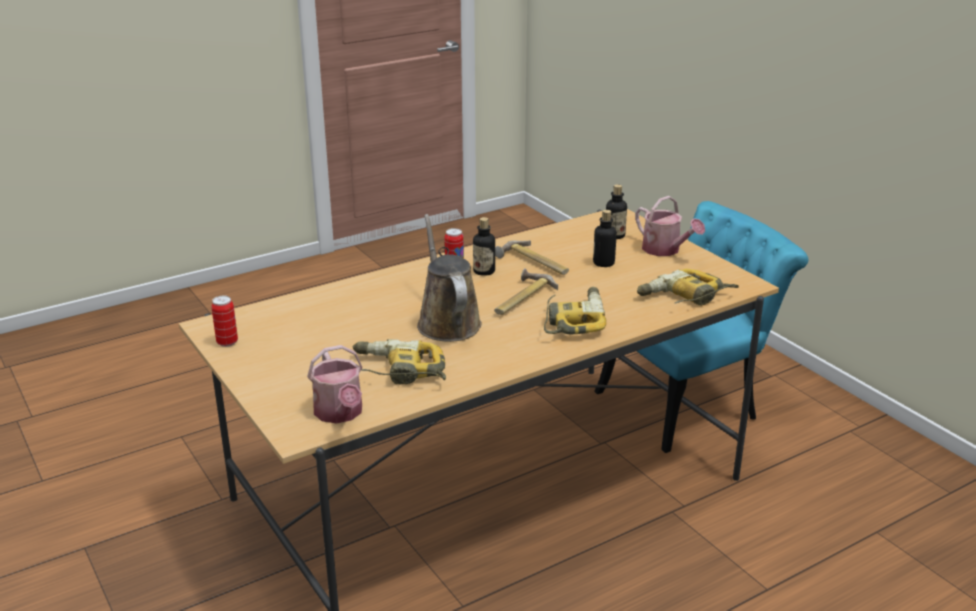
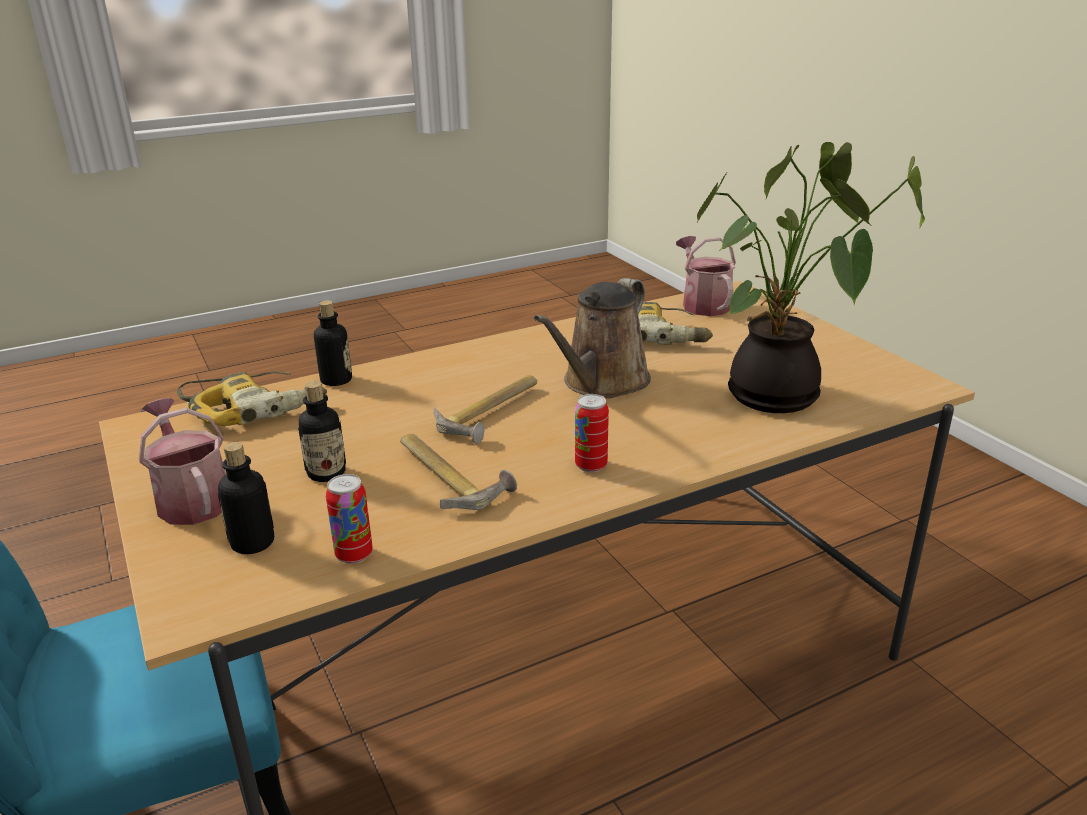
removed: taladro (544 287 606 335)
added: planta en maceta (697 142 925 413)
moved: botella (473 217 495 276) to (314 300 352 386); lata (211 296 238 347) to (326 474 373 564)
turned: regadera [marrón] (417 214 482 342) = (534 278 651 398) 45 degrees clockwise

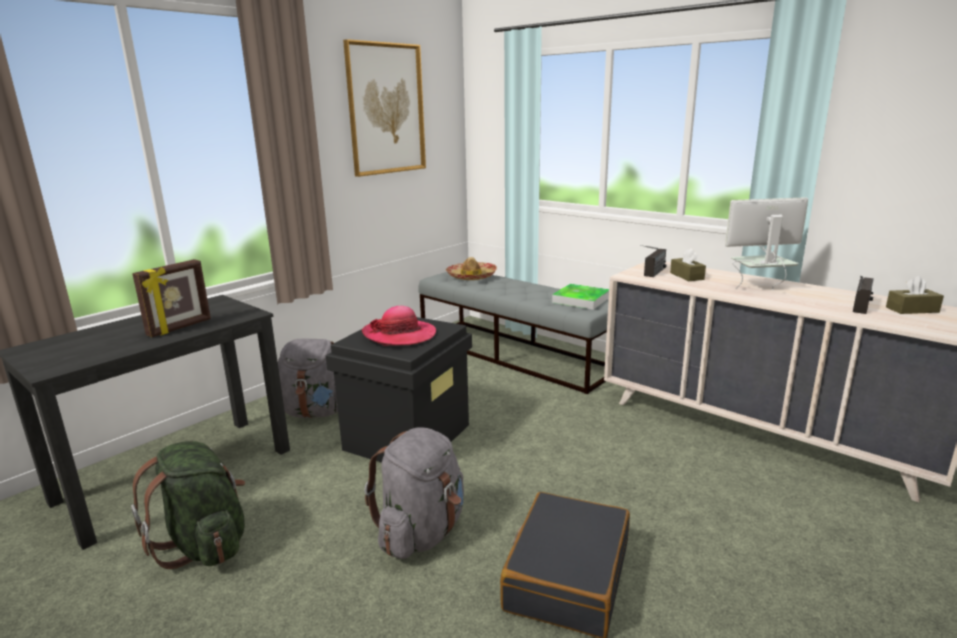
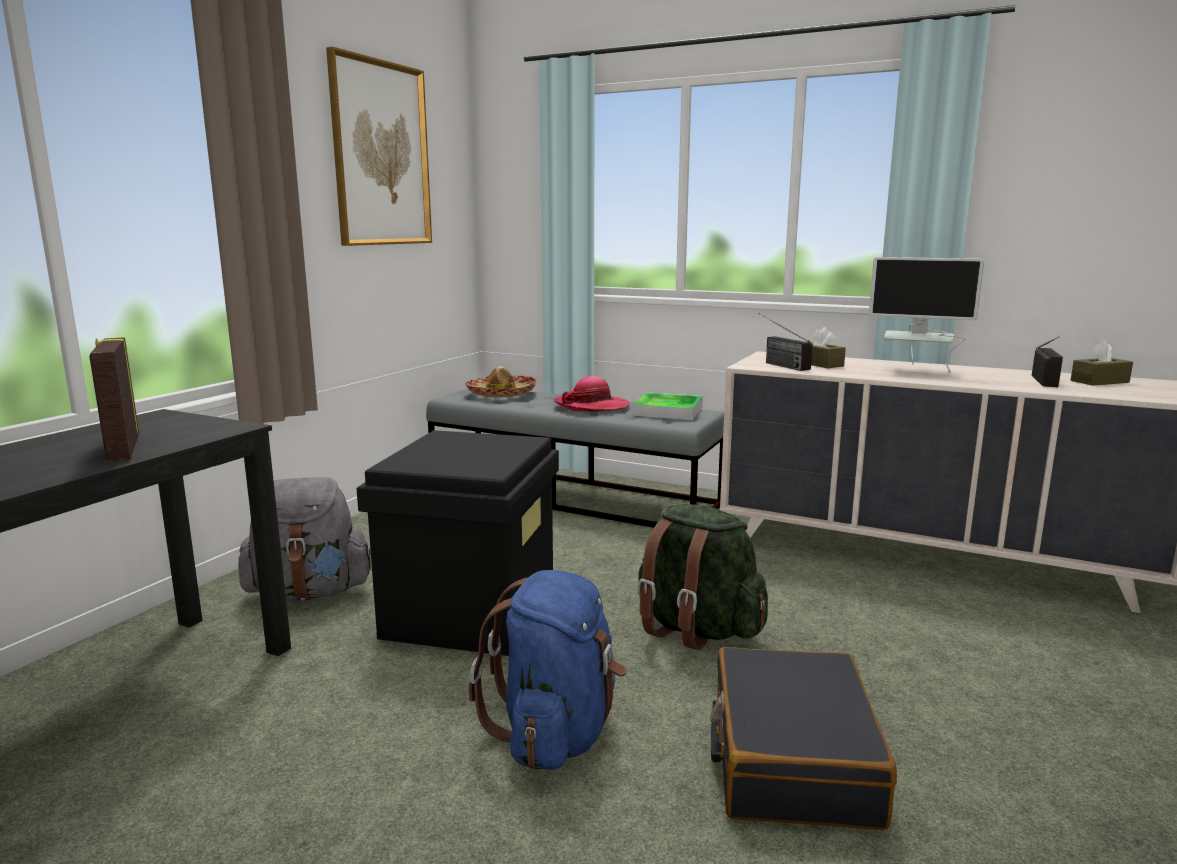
moved: sombrero (362 306 436 346) to (554 376 630 412); mochila [verde] (131 441 245 569) to (637 504 768 650)
recoloured: mochila [gris] (364 428 464 559) to mochila [azul] (468 570 627 770)
turned: portarretratos (132 259 211 337) = (89 337 139 461) 135 degrees clockwise; radio (640 245 667 277) = (759 313 813 371) 135 degrees clockwise; monitor (725 197 808 291) = (869 257 984 373) 135 degrees counterclockwise

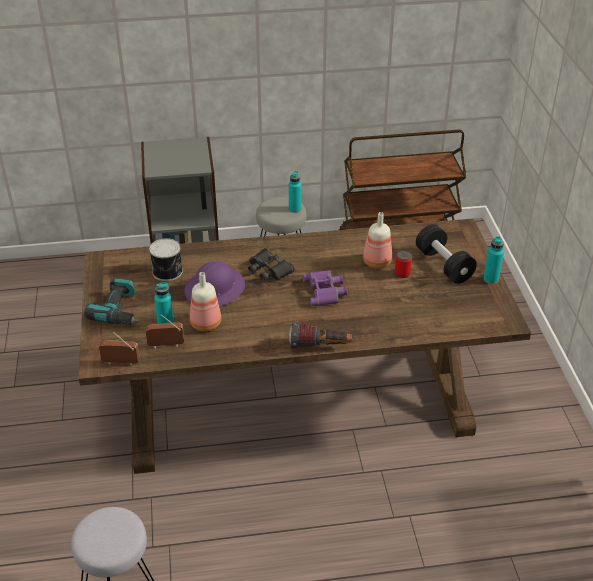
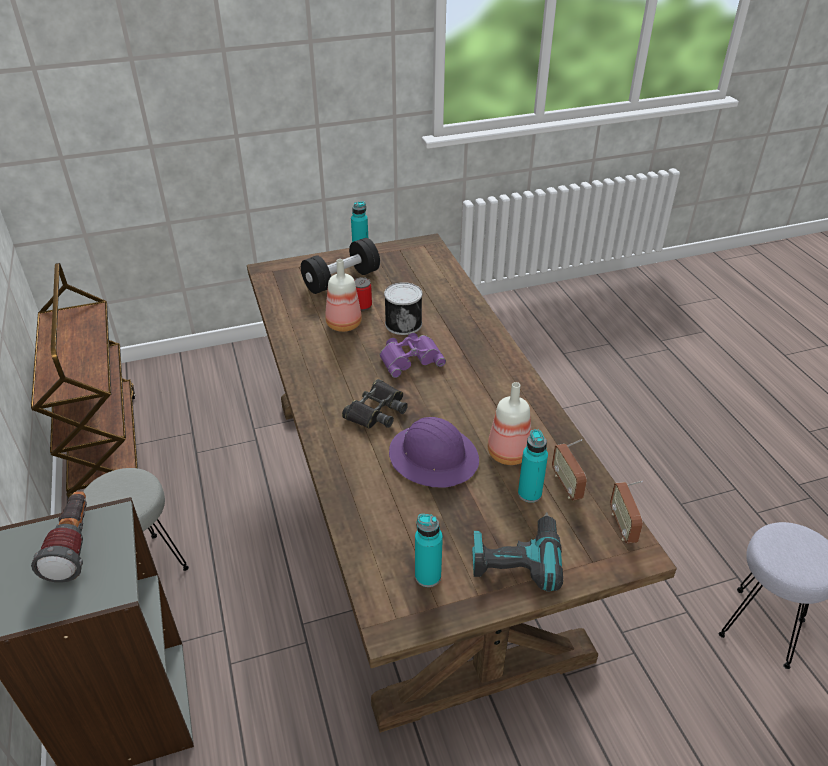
moved: linterna (289 321 352 350) to (31 491 87 583); lata (149 238 183 281) to (384 282 422 335); botella [turquesa] (289 171 301 213) to (415 514 443 587)

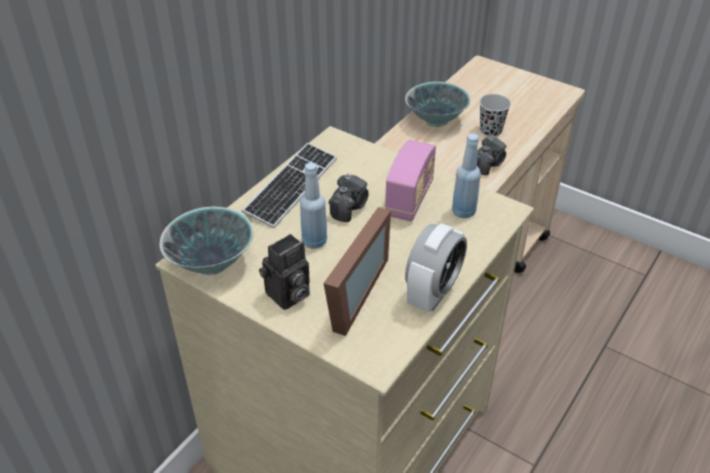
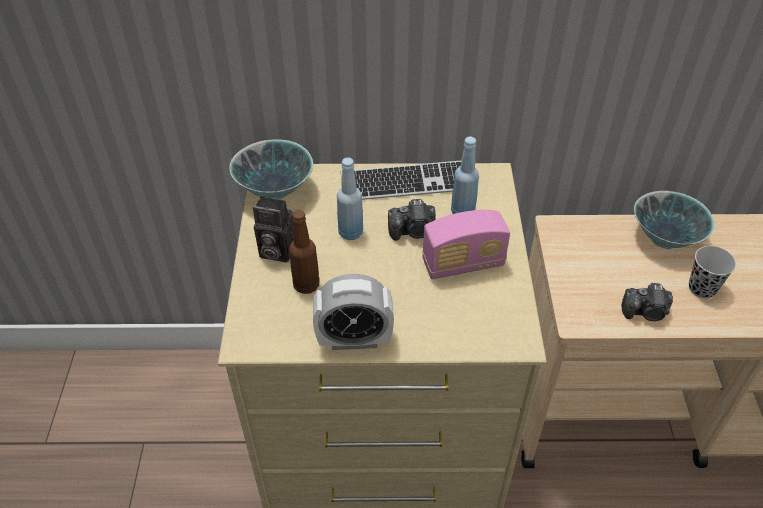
moved: botella [azul] (452 134 481 218) to (451 137 479 214)
replaced: portarretratos (323 207 391 336) to botella [marrón] (289 210 320 294)

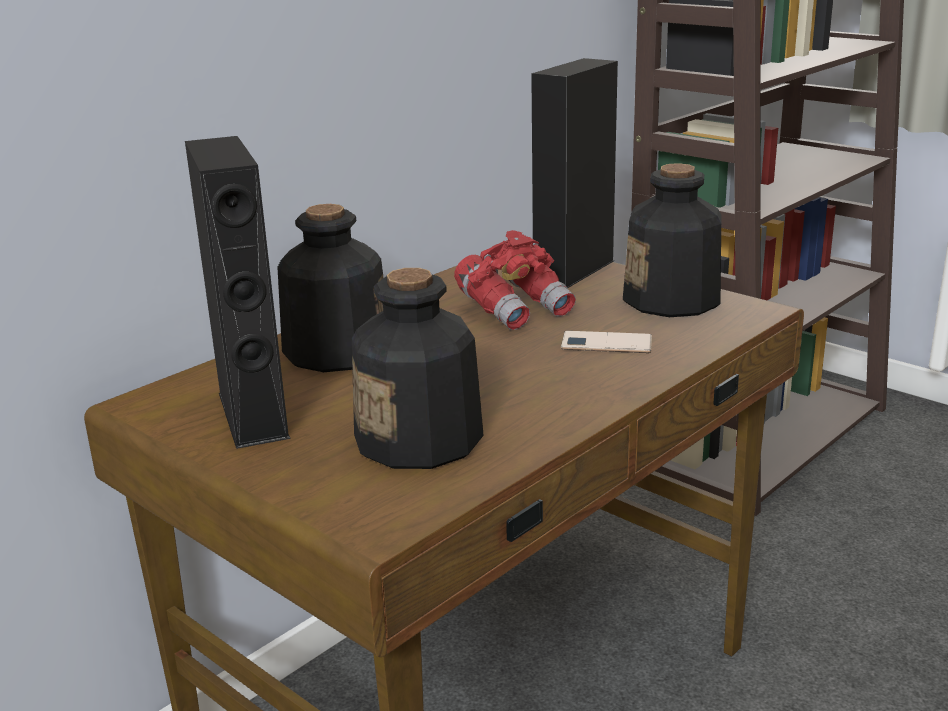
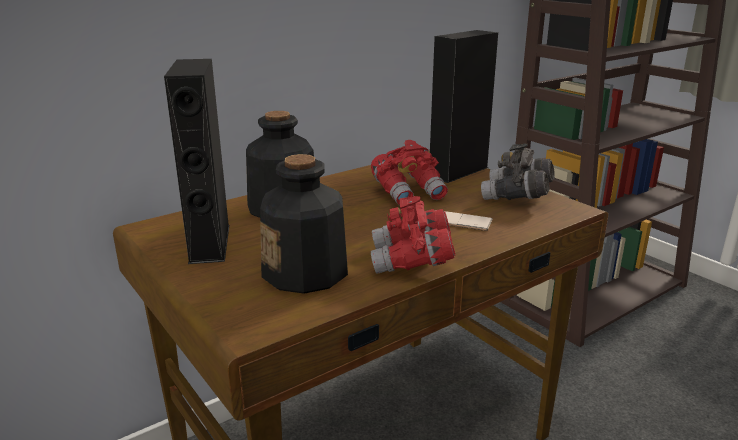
added: prismáticos [rojo] (371 196 456 274)
replaced: botella (623 163 721 317) to prismáticos [gris] (481 144 555 200)

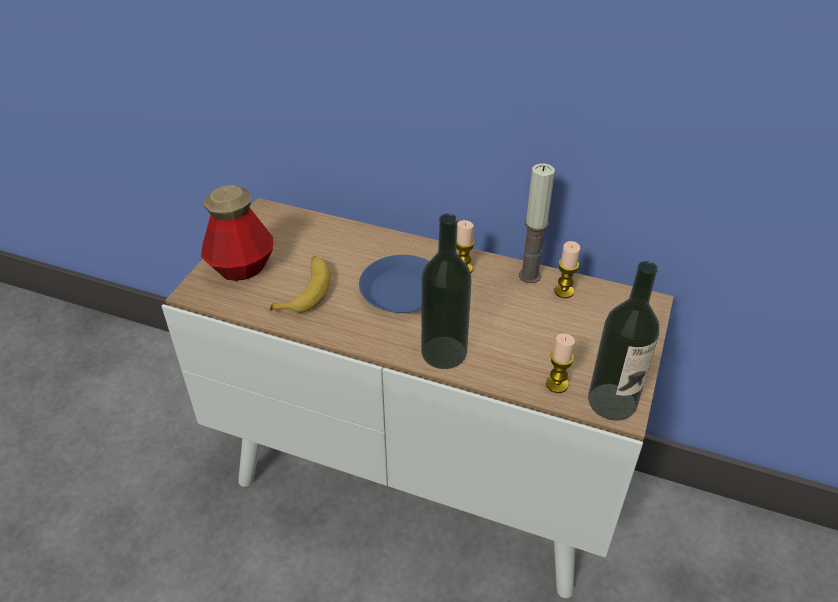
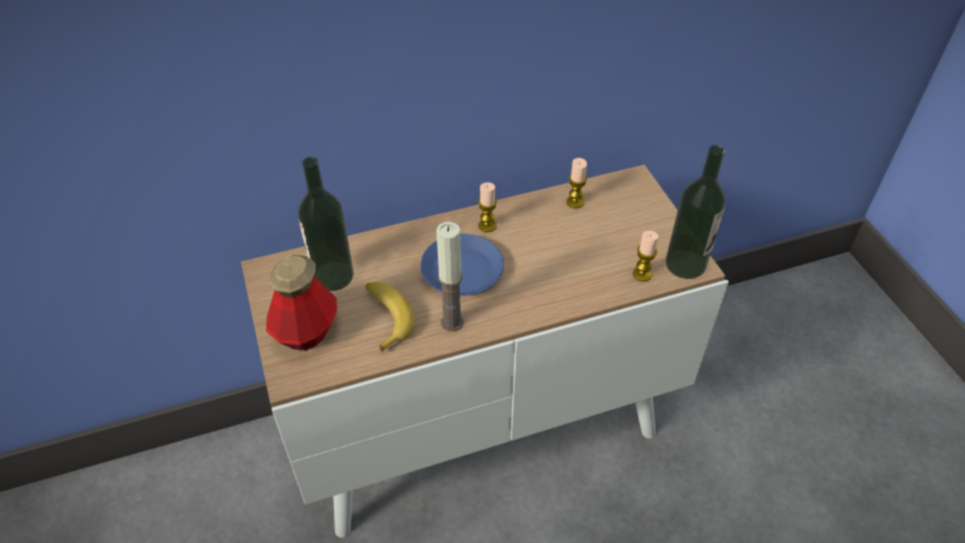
moved: botella (421 214 472 369) to (298 157 354 291); vela (519 163 555 283) to (436 222 464 331)

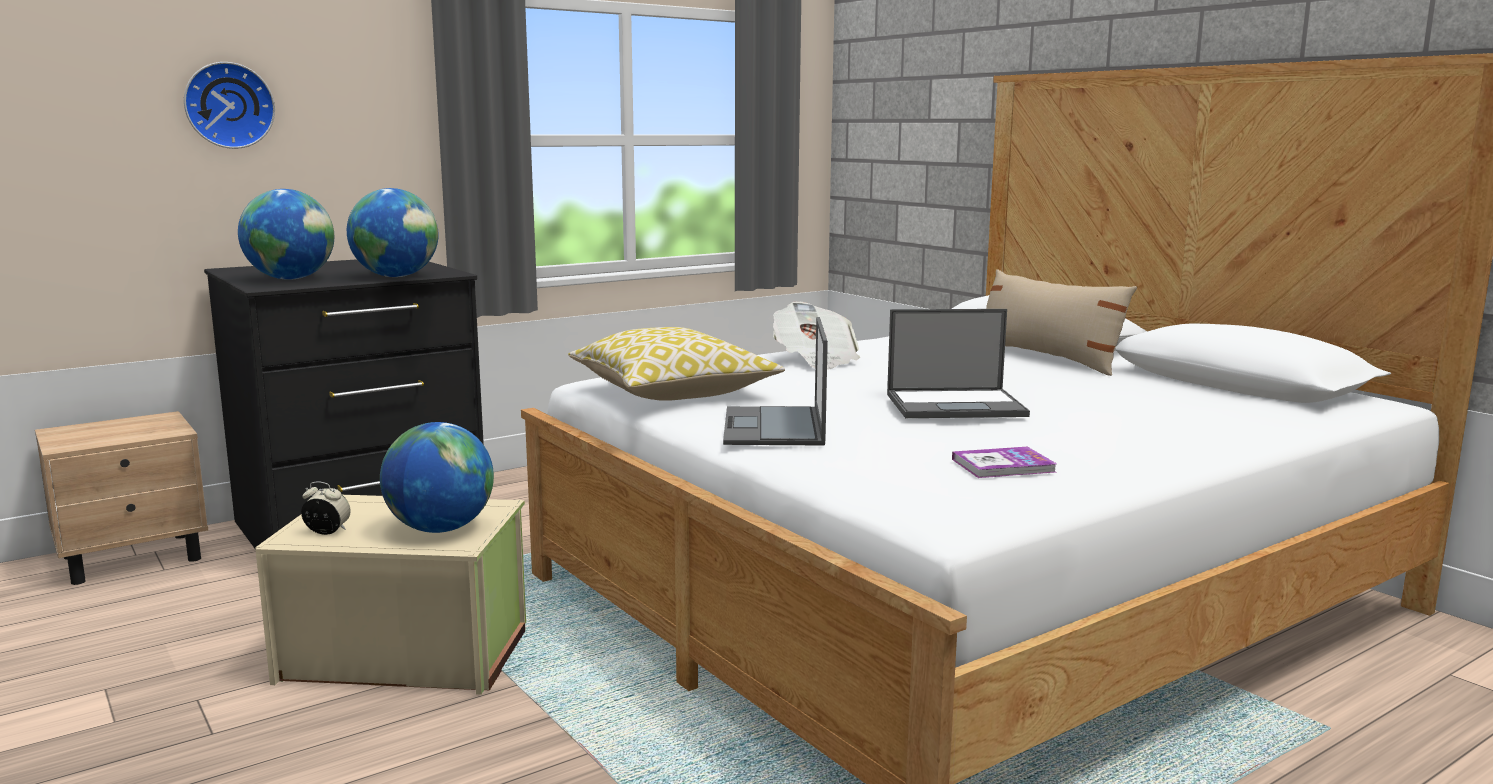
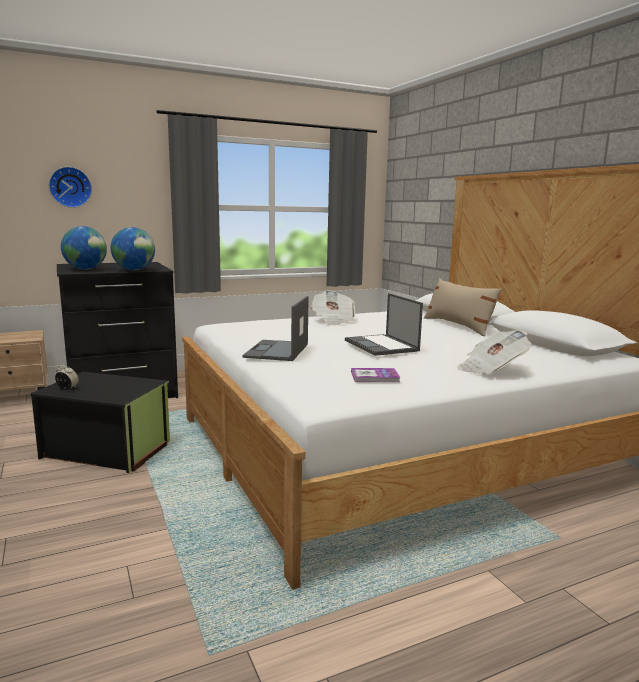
removed: globo terráqueo (380 422 494 533); cojín (568 327 785 401)
added: periódico (457 330 532 375)
recoloured: caja de almacenaje [beis] (255 495 526 695) to caja de almacenaje [negro] (31 371 170 473)
turned: portátil (887 309 1030 418) = (345 293 423 356) 60 degrees clockwise

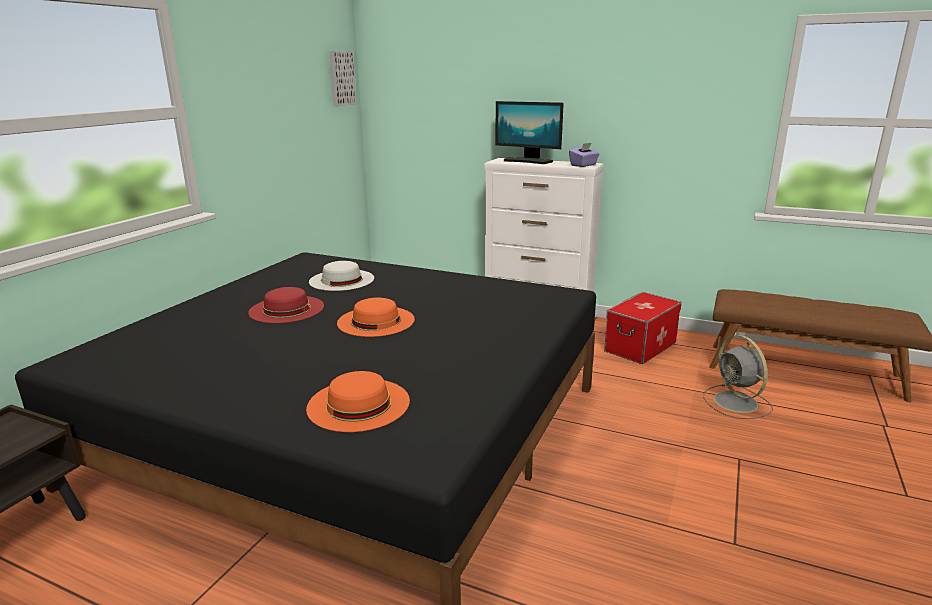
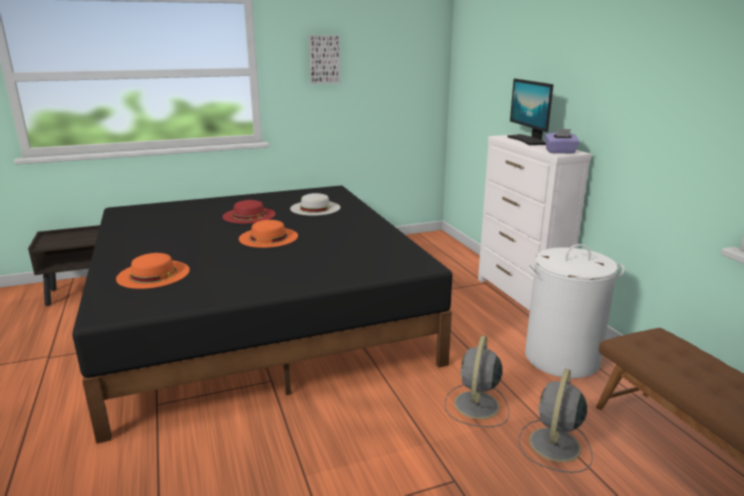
added: ventilador [gris] (445 335 510 427)
moved: cuadro (329 51 357 106) to (309 35 340 84)
replaced: caja de almacenaje (604 292 682 364) to cesto de la ropa [blanco] (525 244 625 378)

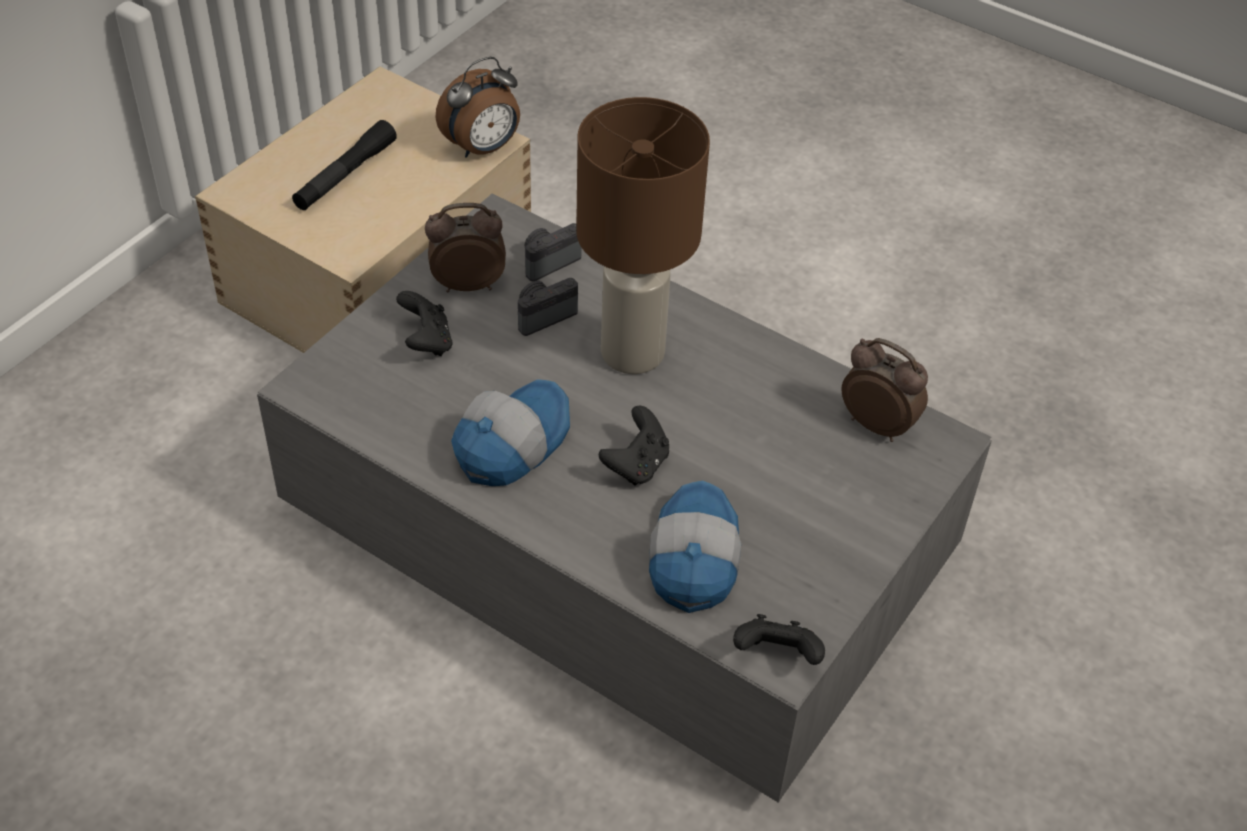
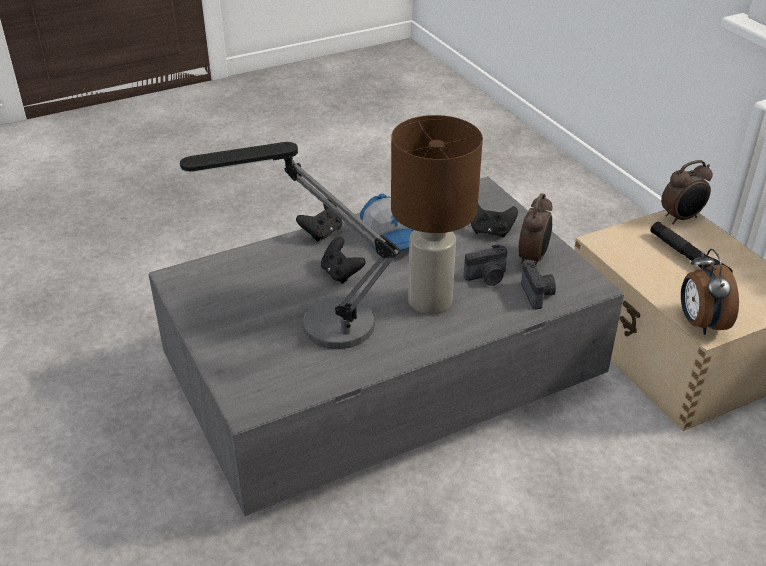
removed: gorra (649 481 741 613)
added: lámpara de mesa (180 142 401 349)
moved: mando de consola [negro] (733 614 825 665) to (296 199 342 241); despertador (842 338 928 442) to (661 160 713 224)
turned: cámara (518 278 578 336) = (464 244 508 286) 75 degrees clockwise

